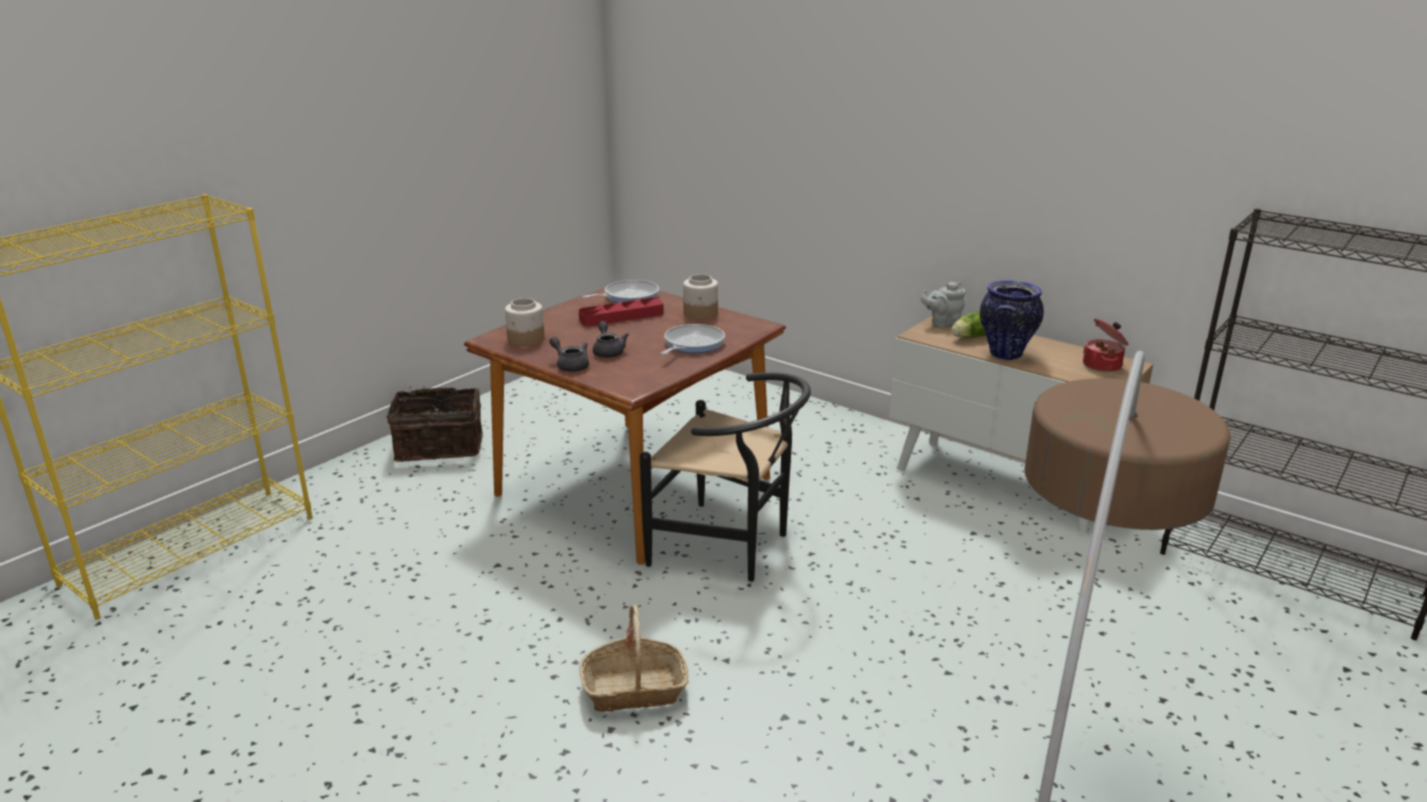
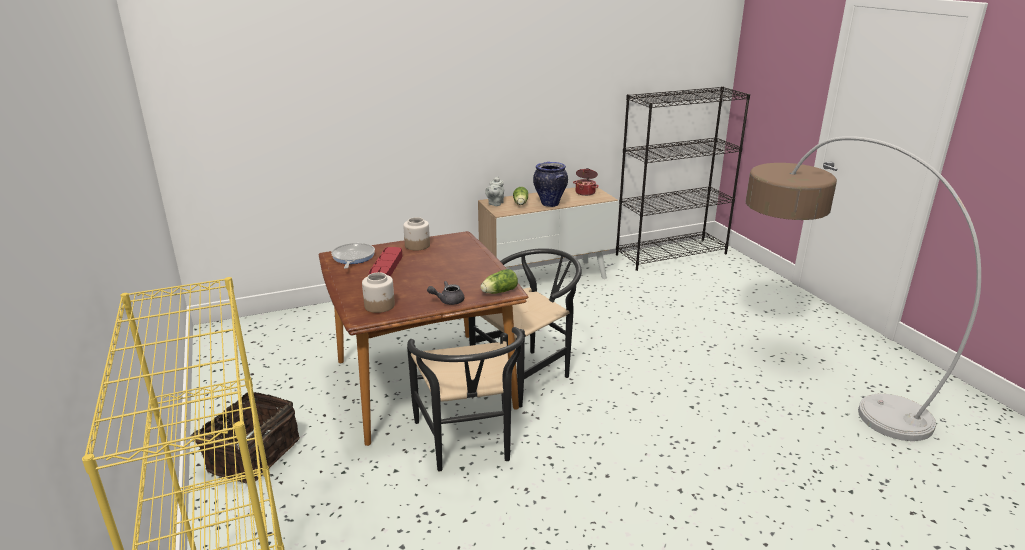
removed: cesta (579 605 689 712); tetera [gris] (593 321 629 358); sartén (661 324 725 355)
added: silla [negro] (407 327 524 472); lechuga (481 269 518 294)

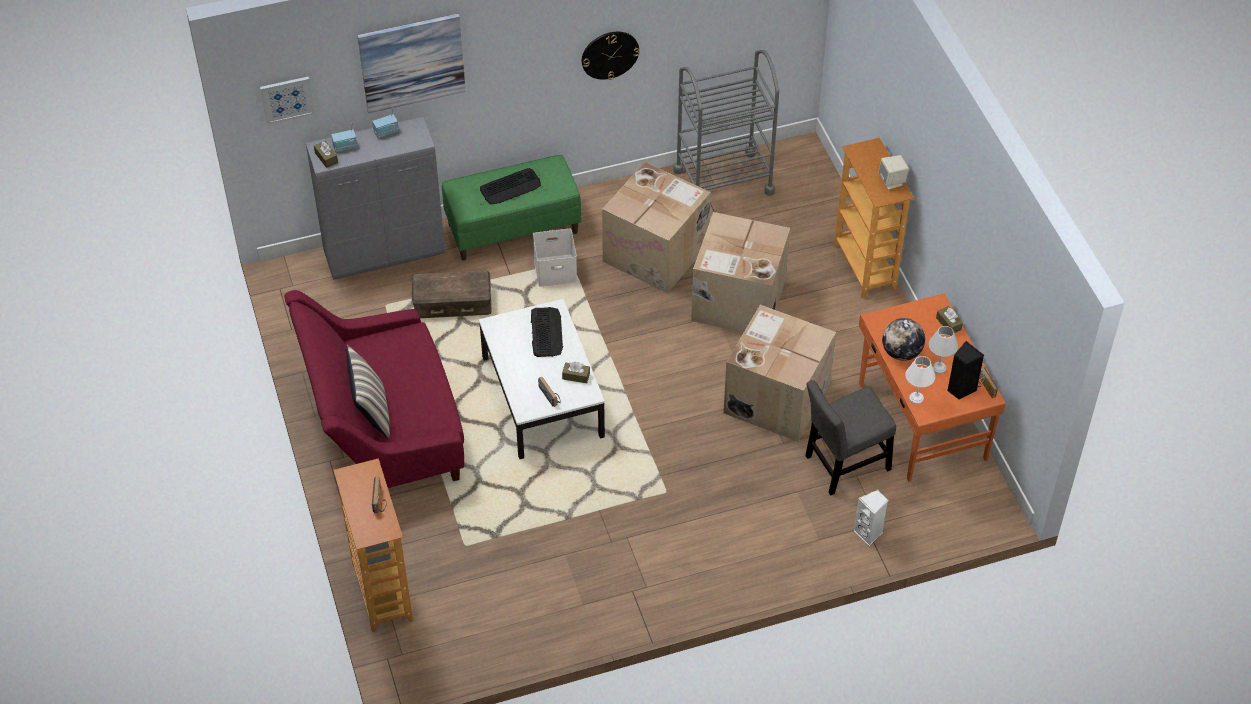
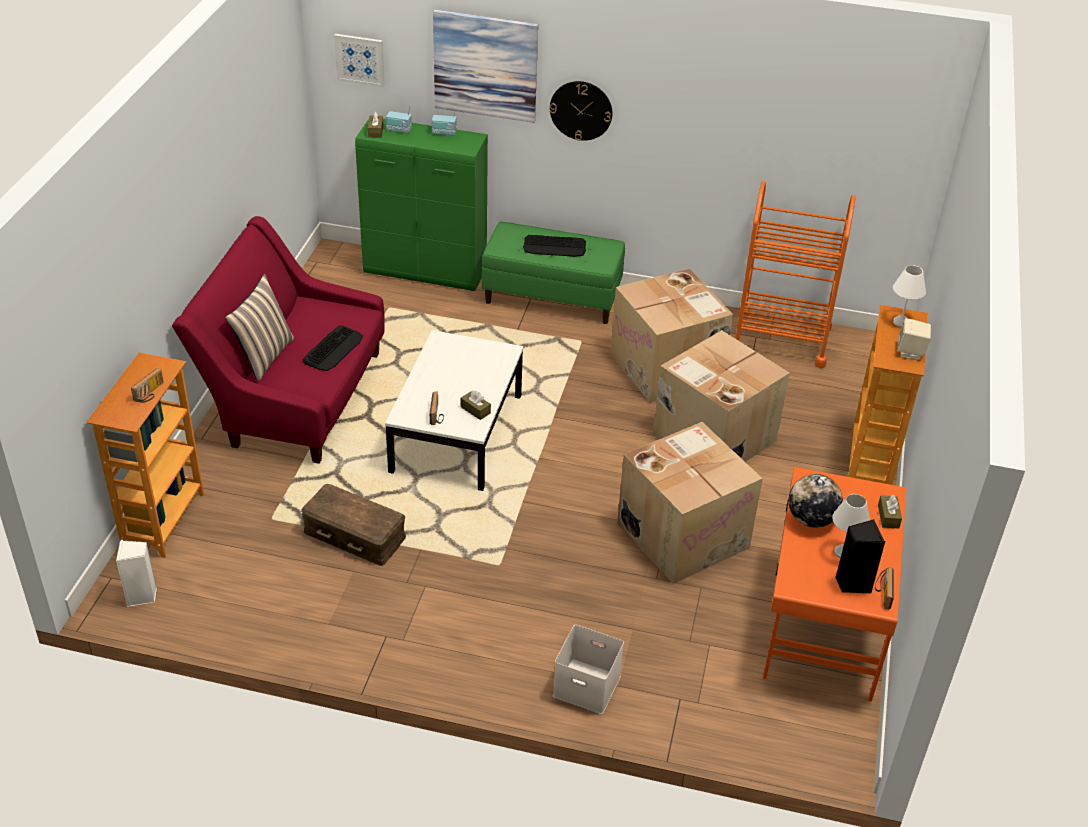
removed: silla [gris] (805 380 896 495)
moved: altavoz [blanco] (854 490 888 546) to (116 540 157 607); caja de almacenaje [marrón] (412 271 492 318) to (301 484 406 566); teclado (531 307 563 357) to (302 325 363 371); reloj de pared (582 32 639 80) to (550 81 612 141); caja de almacenaje [blanco] (533 229 577 287) to (553 625 624 714); lámpara de mesa [blanco] (905 356 935 404) to (893 265 926 327)
recoloured: armario [gris] (306 117 445 280) to armario [verde] (355 118 488 291); carrito [gris] (673 50 779 196) to carrito [naranja] (735 181 856 368)

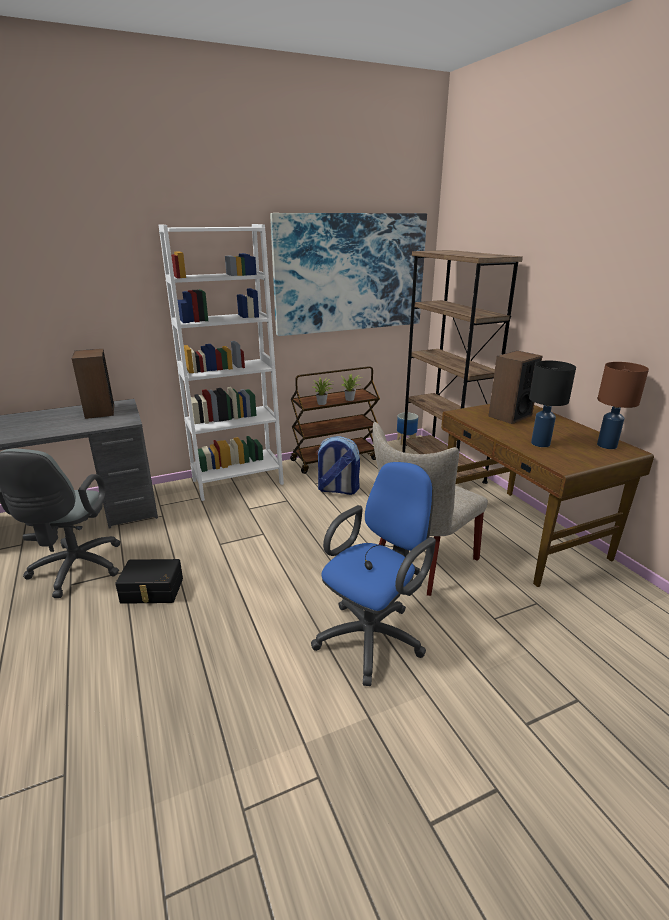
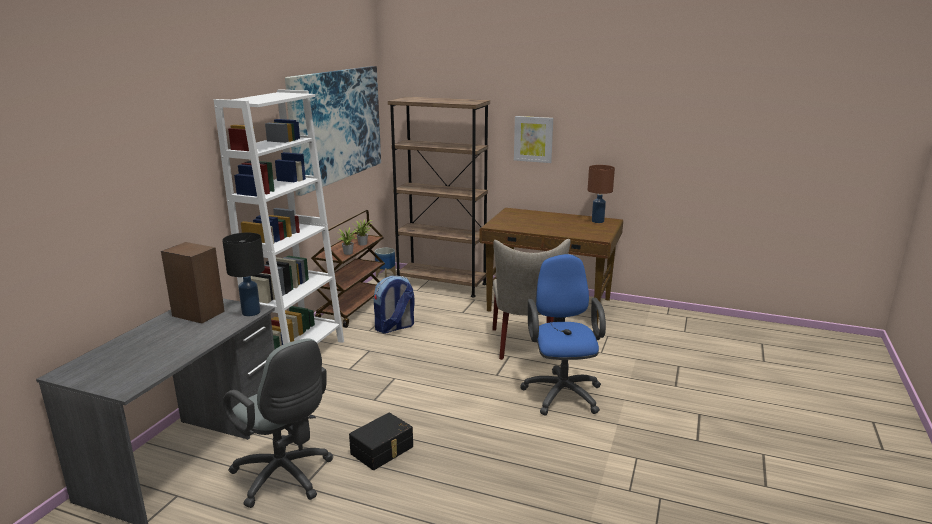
removed: altavoz (488 351 542 424)
added: cuadro (514 116 553 163)
moved: lámpara de mesa [negro] (529 360 576 447) to (222 233 265 316)

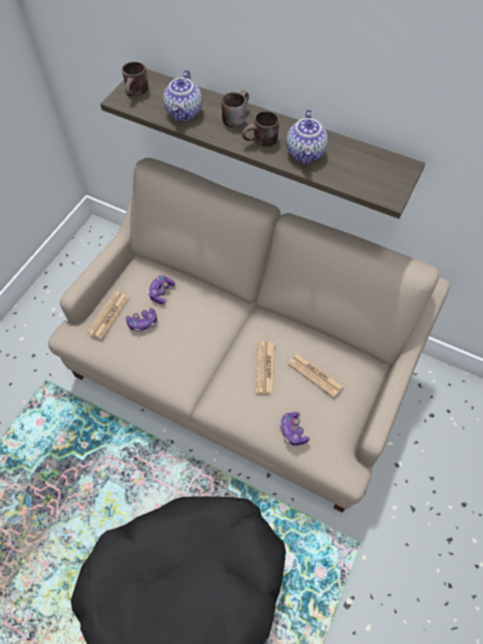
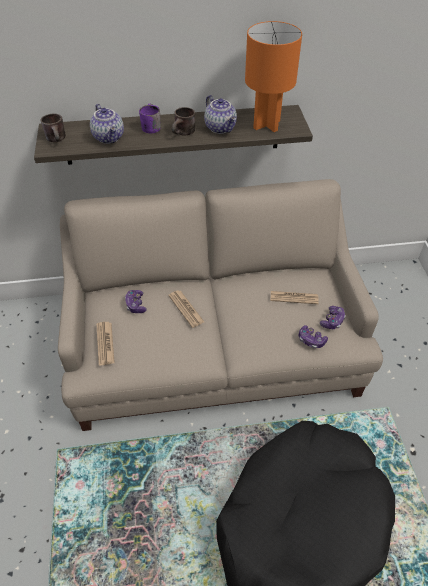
added: lámpara de mesa [naranja] (245 21 302 132)
moved: periódico (256 341 275 394) to (168 290 204 328); mando de consola (126 308 157 332) to (320 306 346 329)
recoloured: taza grande [marrón] (221 91 249 128) to taza grande [morado] (139 104 161 133)

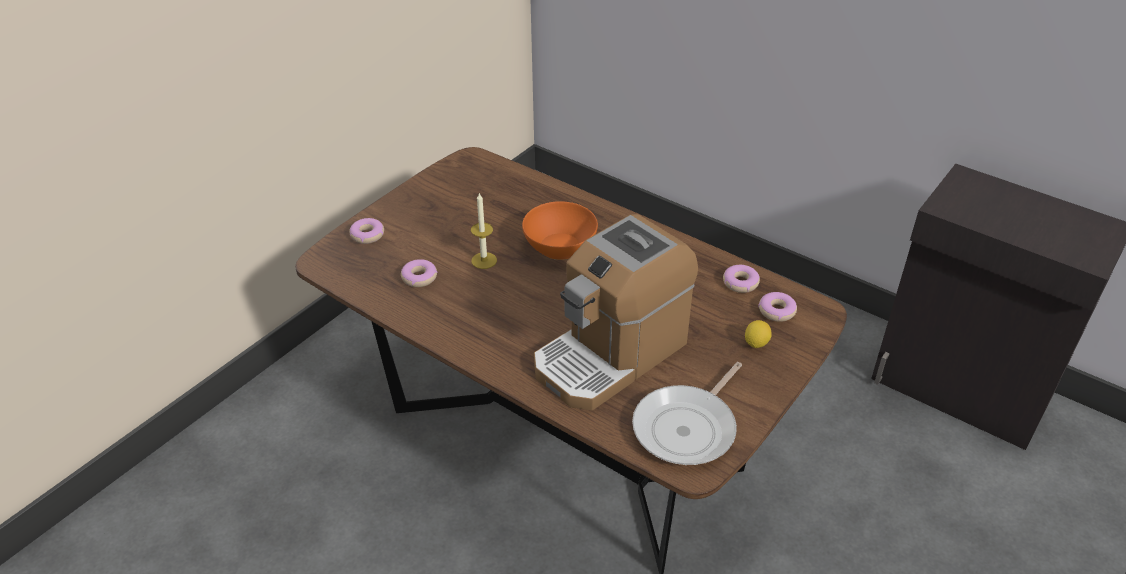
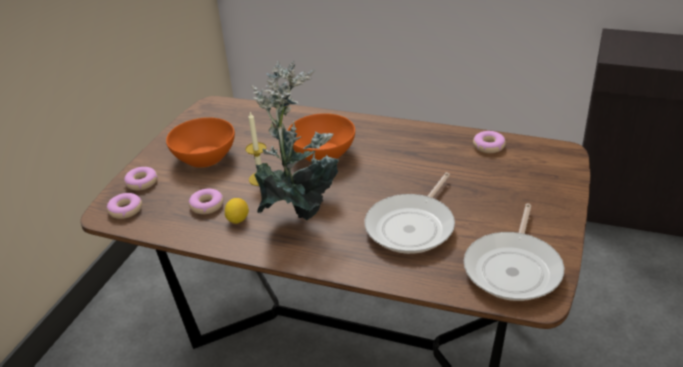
added: cuenco [naranja] (166 117 235 168); planta en maceta (250 61 339 220)
moved: rosquilla (758 292 797 322) to (106 193 142 219); limón (745 320 772 348) to (225 198 249 224)
replaced: cafetera (534 214 698 411) to sartén (365 173 455 254)

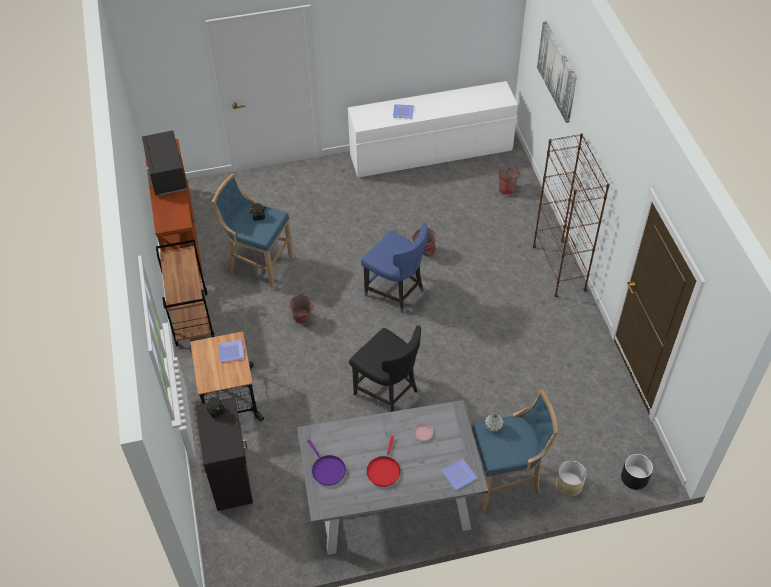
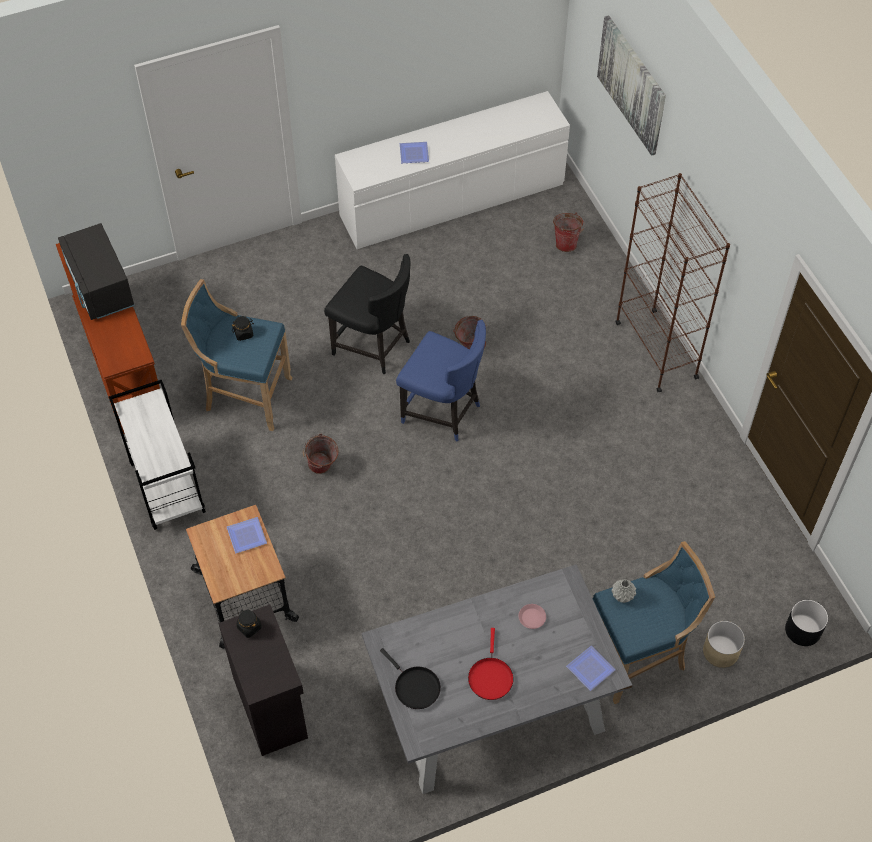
moved: silla [negro] (349 325 421 412) to (324 254 410 374)
recoloured: carrito [marrón] (156 239 215 346) to carrito [blanco] (109 380 206 530); sartén [morado] (307 439 346 486) to sartén [negro] (380 648 441 709)

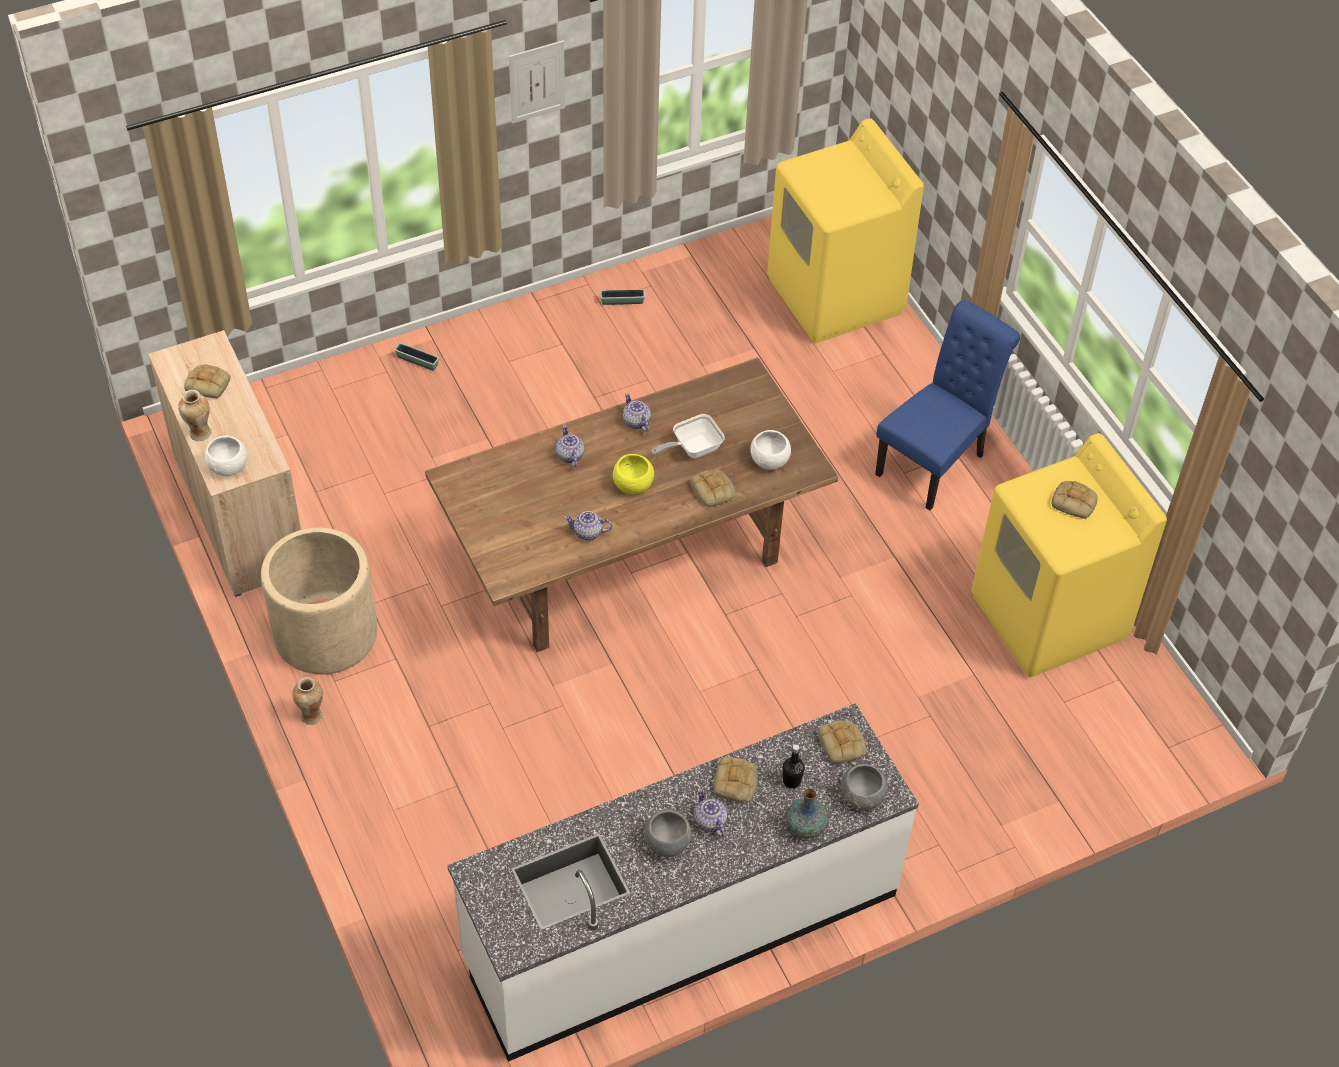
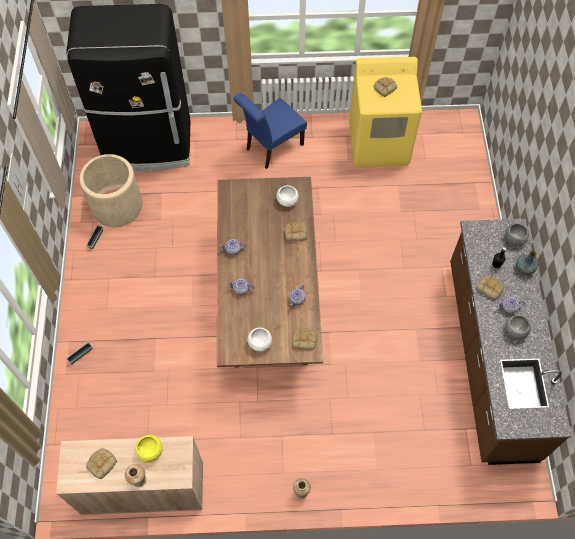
removed: sartén (651 414 725 458)
moved: maceta [beis] (261 528 377 674) to (79 154 142 227); cuenco [amarillo] (613 454 654 494) to (135 435 163 462); cuenco [blanco] (205 436 247 476) to (248 328 272 351); pan (818 720 866 764) to (292 328 317 350)
replaced: lavadora [amarillo] (767 118 924 343) to nevera [negro] (66 4 191 172)
recoloured: mueble bajo de cocina [blanco] (447 703 919 1062) to mueble bajo de cocina [marrón] (450 219 572 465)
turned: silla [azul] (875 300 1020 511) = (234 93 307 169) 105 degrees counterclockwise

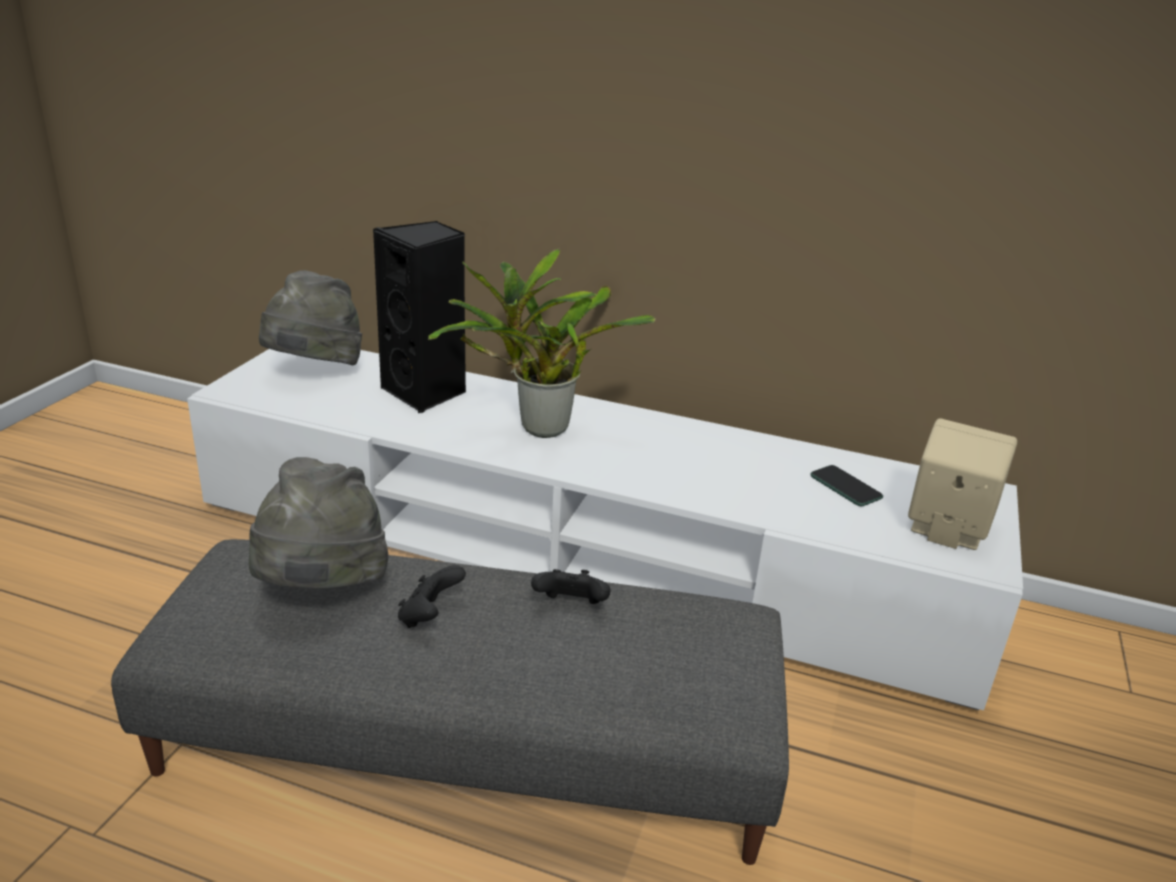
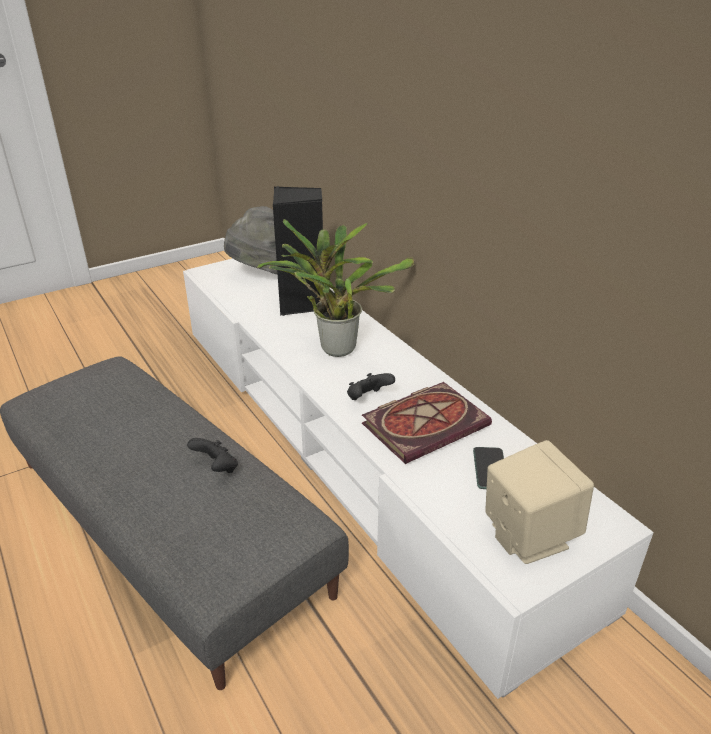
removed: sombrero [gris] (249 457 389 589)
added: libro (362 382 492 464)
moved: mando de consola [negro] (398 565 466 628) to (347 373 395 400)

